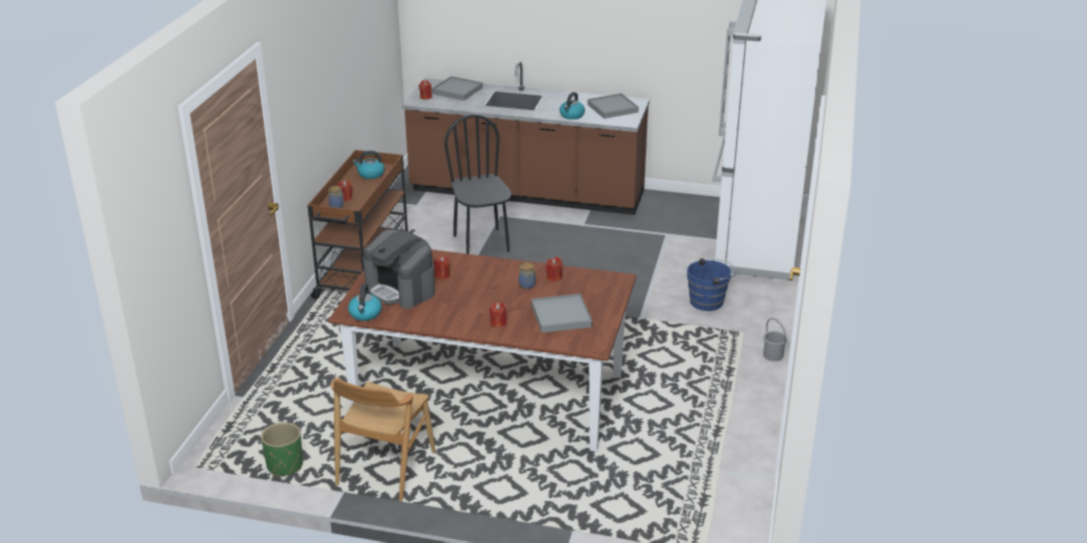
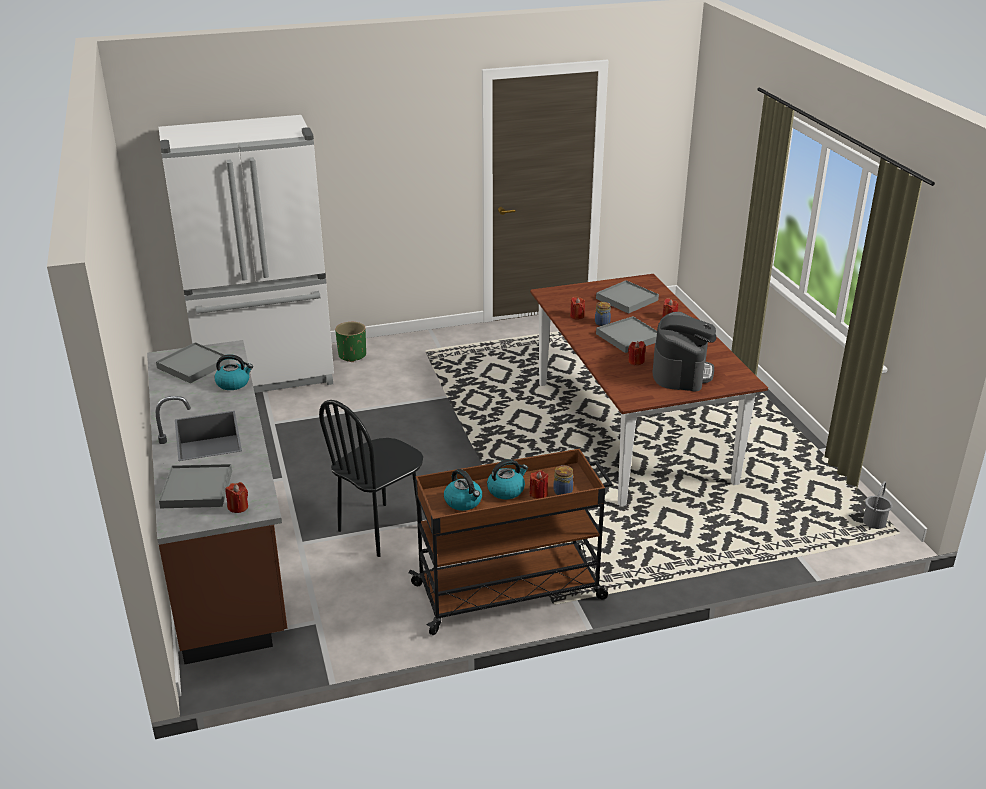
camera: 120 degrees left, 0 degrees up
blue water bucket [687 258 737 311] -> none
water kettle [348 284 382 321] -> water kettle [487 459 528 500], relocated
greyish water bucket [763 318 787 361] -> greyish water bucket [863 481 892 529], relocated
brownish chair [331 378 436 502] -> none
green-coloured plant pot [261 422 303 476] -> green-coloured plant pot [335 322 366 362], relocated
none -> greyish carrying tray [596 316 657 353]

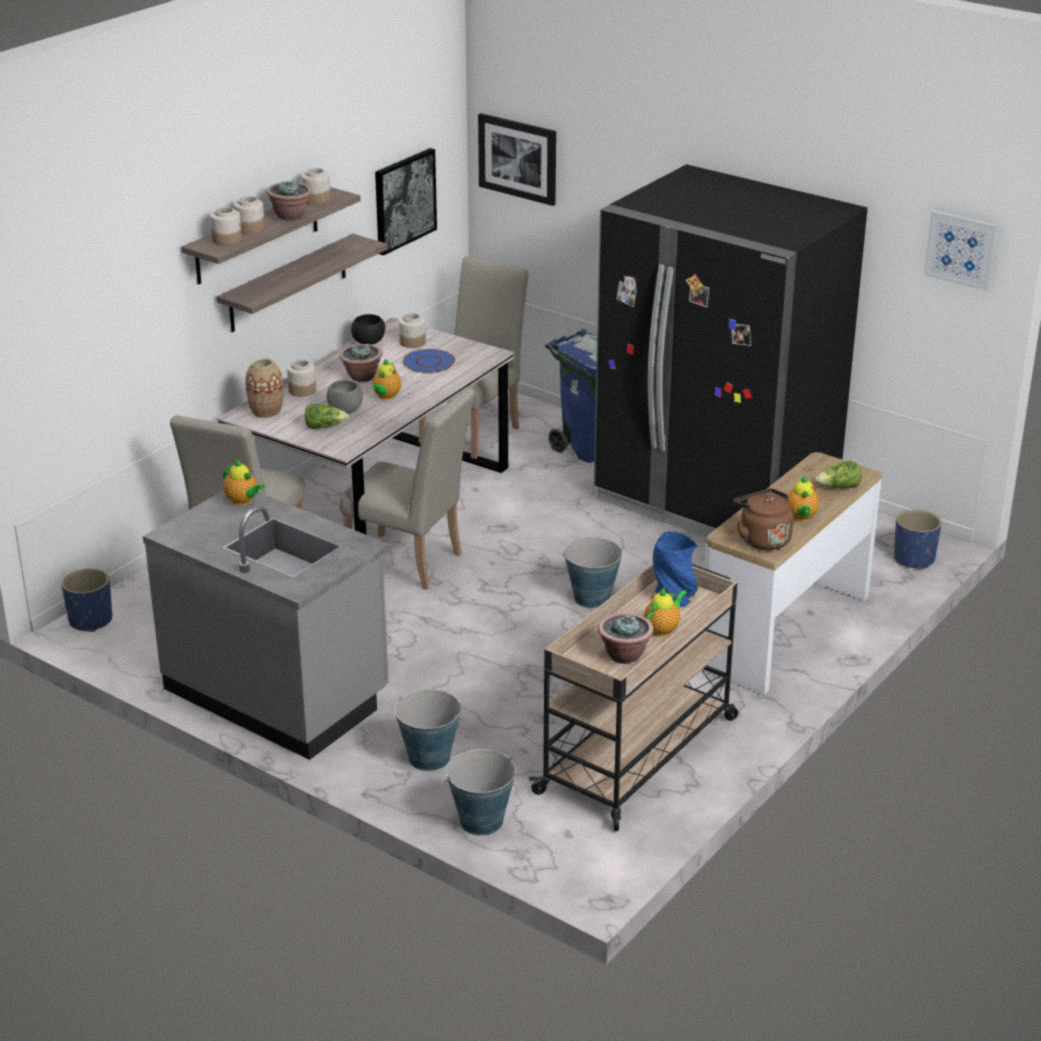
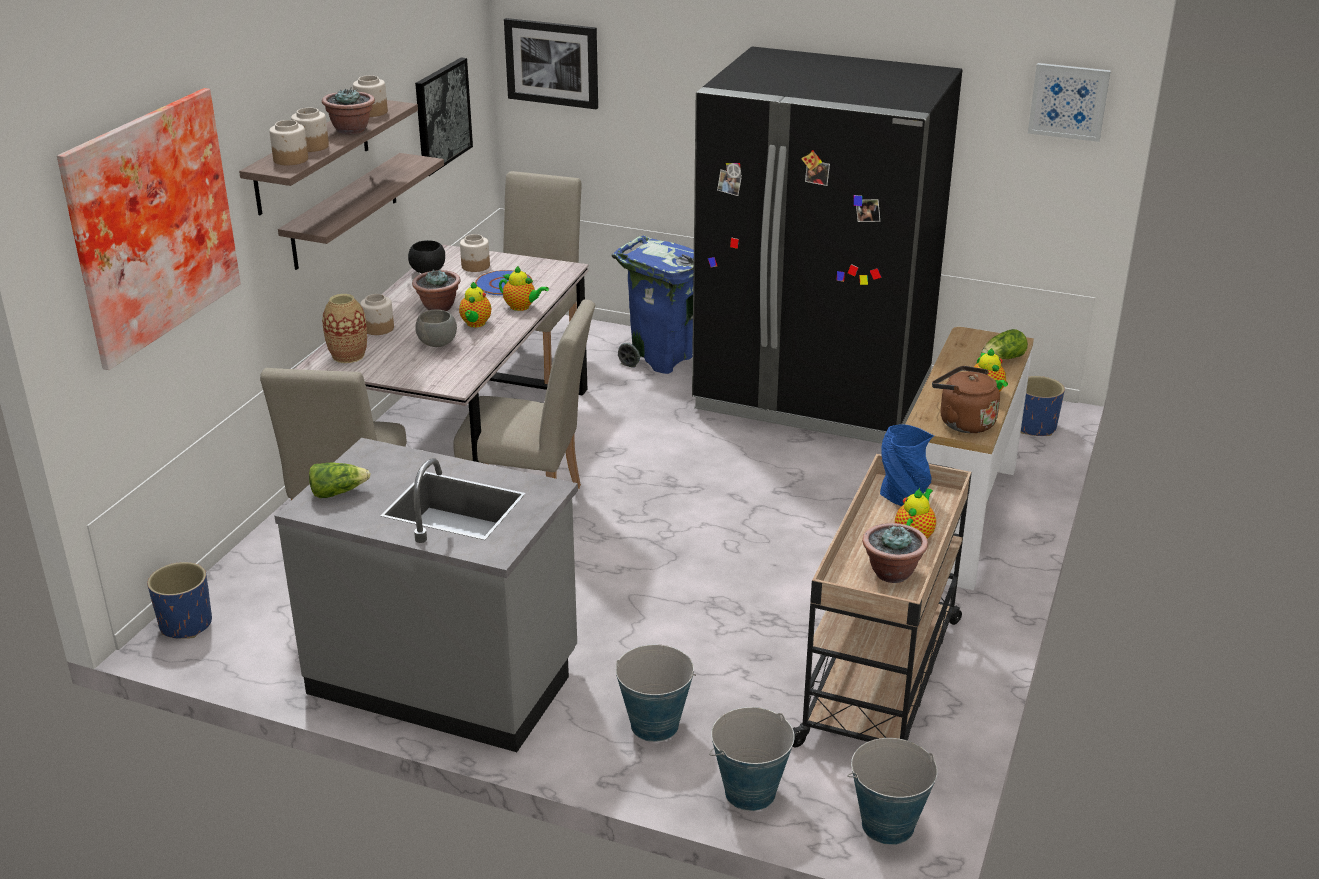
camera: 15 degrees left, 0 degrees up
lettuce [305 404 349 429] -> lettuce [309 462 371 498], relocated
teapot [223 459 265 505] -> teapot [499 266 549 311], relocated
water bucket [563 537 623 608] -> water bucket [847 738 938 845], relocated
none -> wall picture [57 88 241 370]

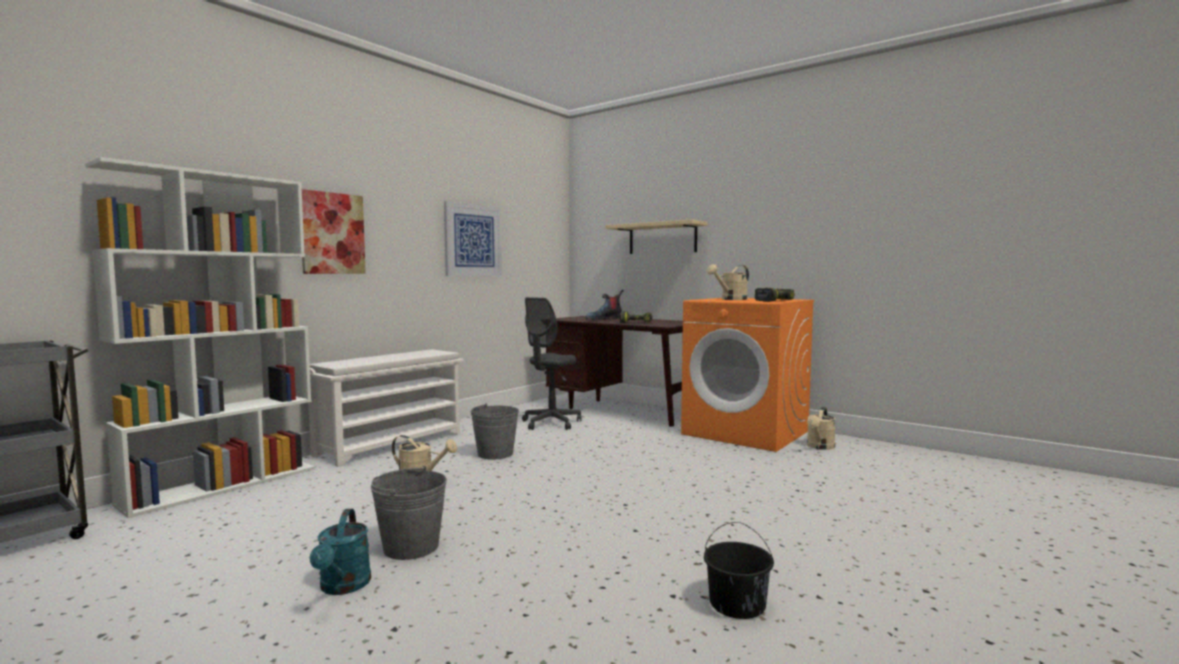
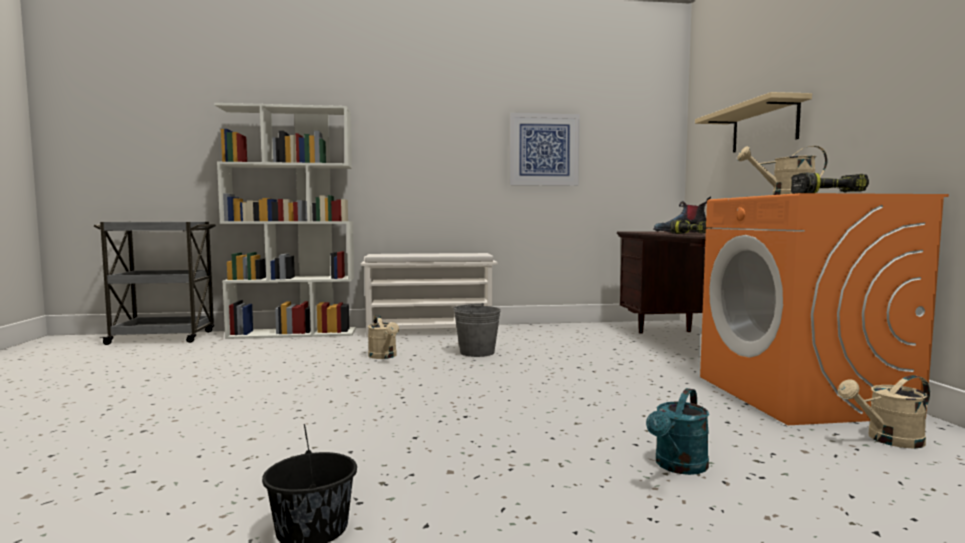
camera: 45 degrees right, 0 degrees up
wall picture [302 189 366 274] -> none
greyish office chair [522 297 582 430] -> none
greyish water bucket [371 466 447 560] -> none
turquoise-coloured sprinkling can [310 509 371 595] -> turquoise-coloured sprinkling can [646 388 709 475], relocated

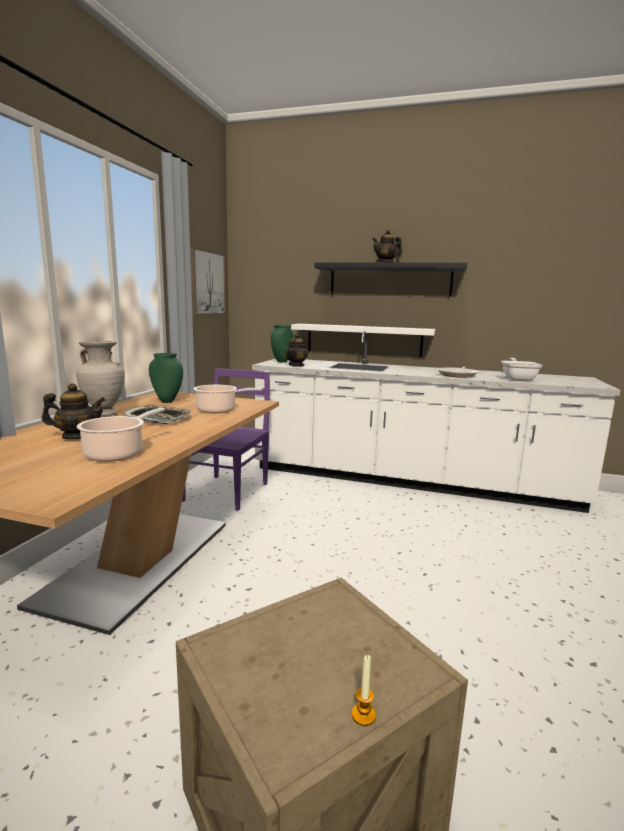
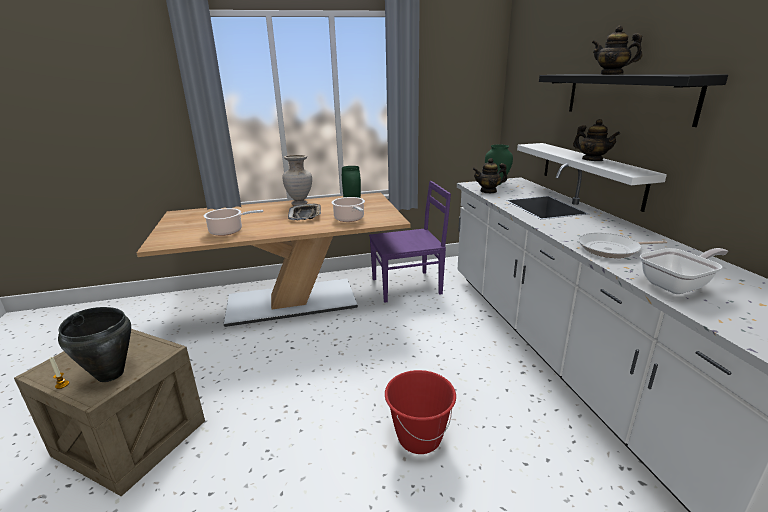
camera: 60 degrees right, 10 degrees up
wall picture [190 247 226 315] -> none
teapot [42 383 106 440] -> teapot [573 119 620 161], relocated
none -> blackish stockpot [58 307 131 382]
none -> red water bucket [385 370 456 454]

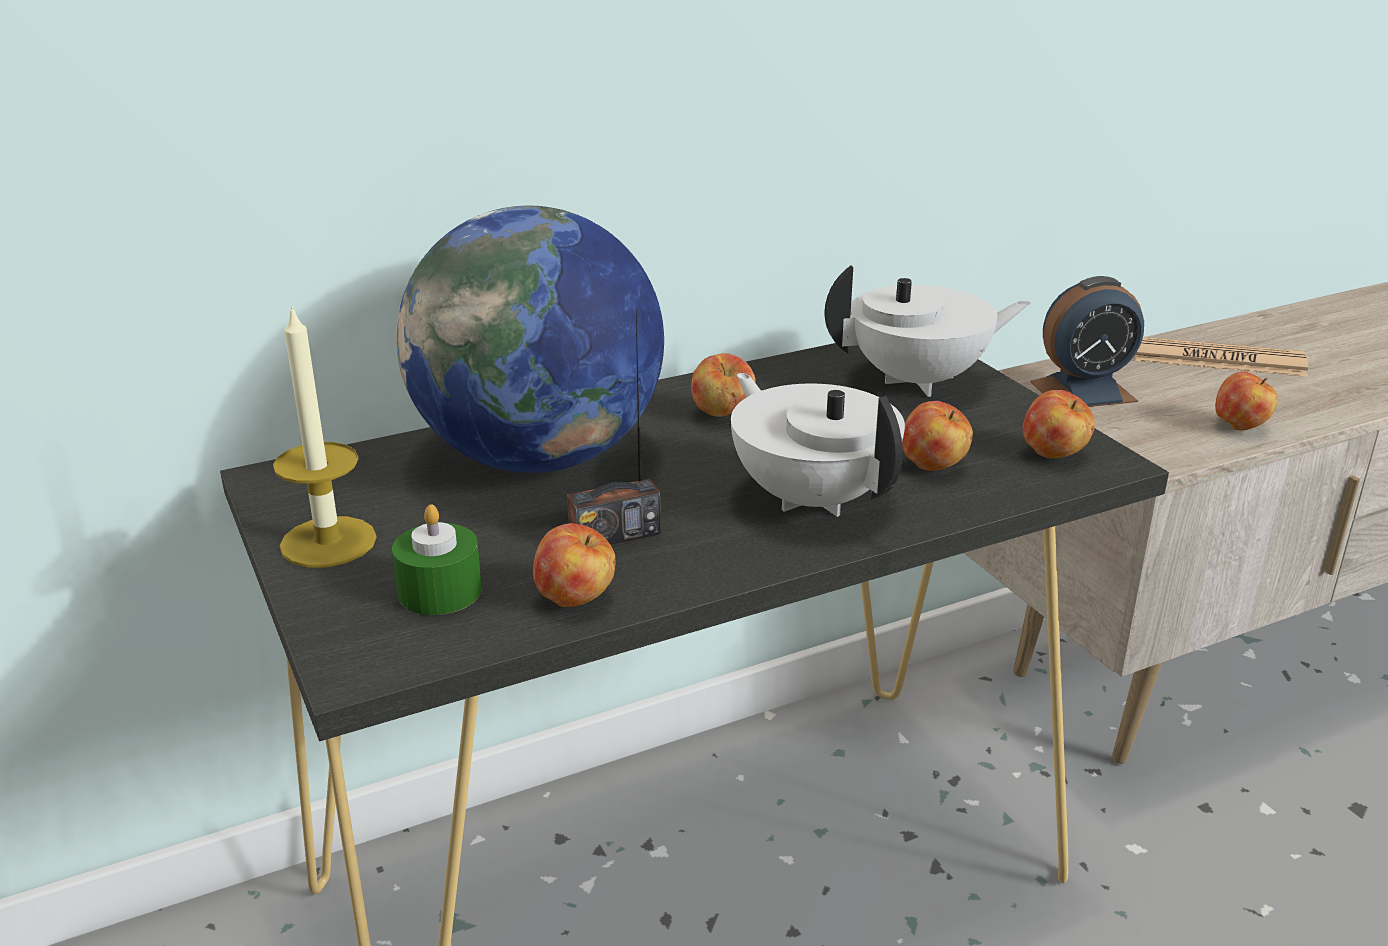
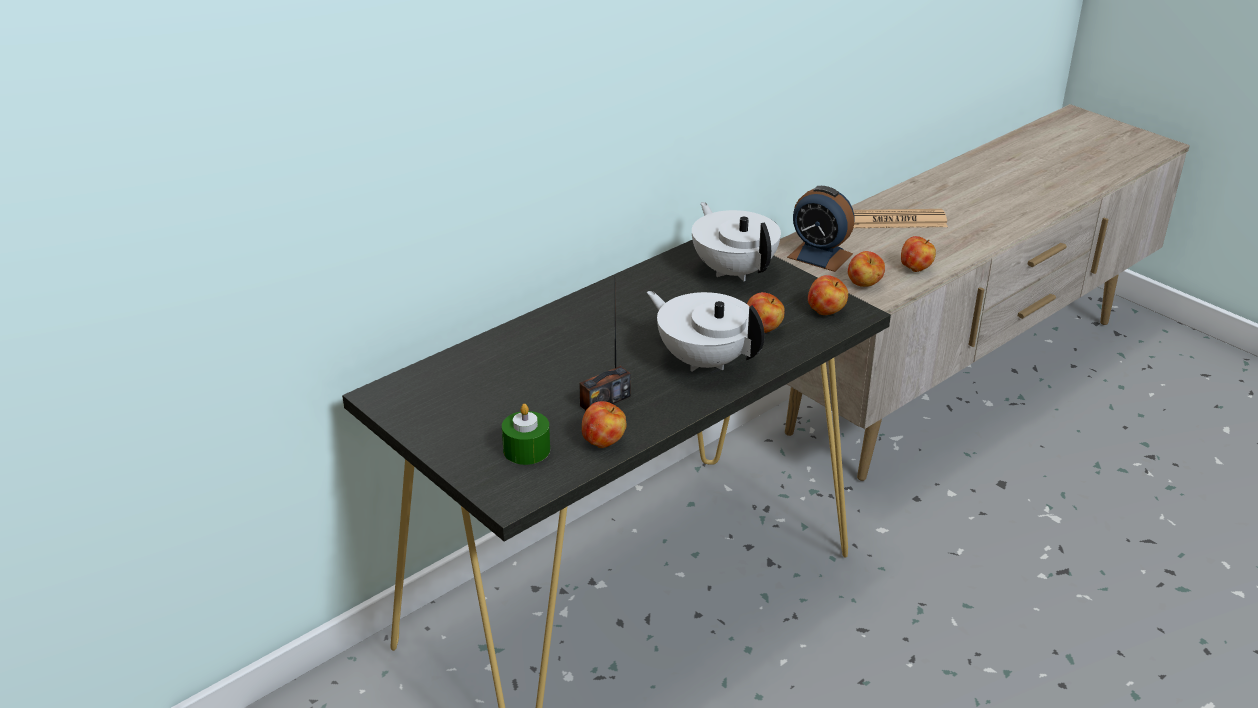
camera: 15 degrees left, 5 degrees up
world globe [396 206 664 473] -> none
white-coloured teapot [825 266 1030 397] -> white-coloured teapot [692 202 781 281], 90 degrees counterclockwise
bedside clock [1030 276 1144 407] -> bedside clock [787 186 855 272], 60 degrees clockwise
candle [273 304 377 568] -> none
apple [691 353 756 417] -> apple [848 251 885 287], relocated

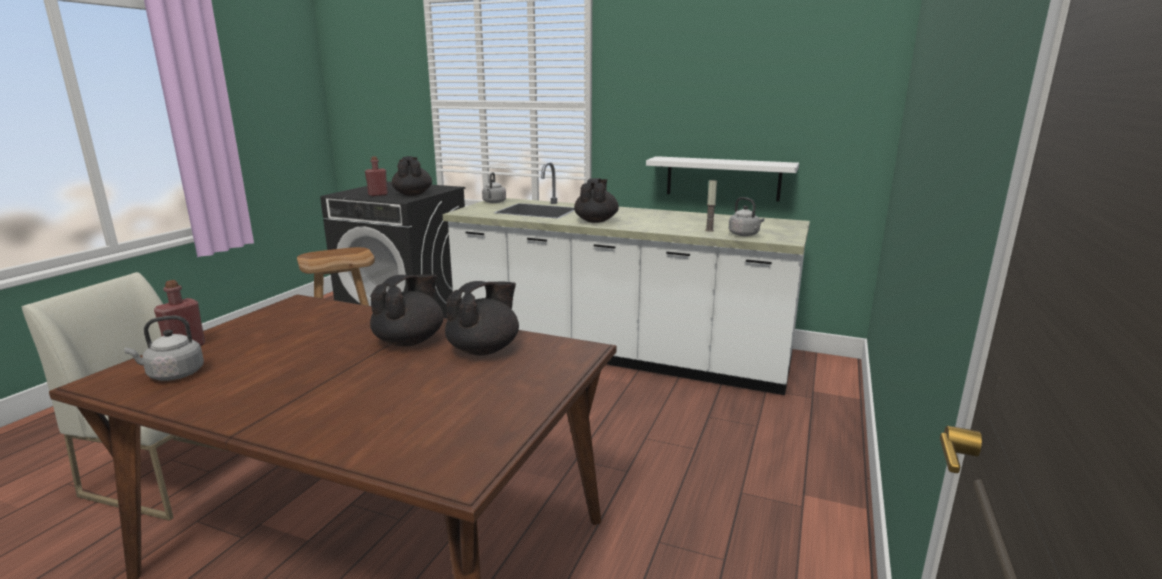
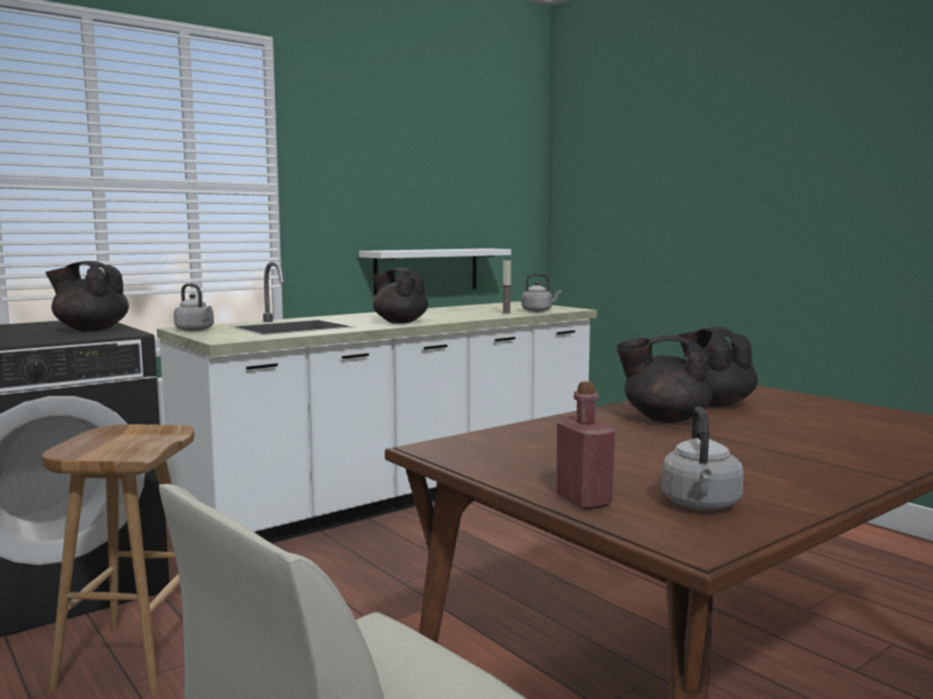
camera: 60 degrees left, 10 degrees down
red bottle [365 156 388 196] -> none
blackish teapot [370 274 443 346] -> blackish teapot [616 335 713 423], 45 degrees counterclockwise

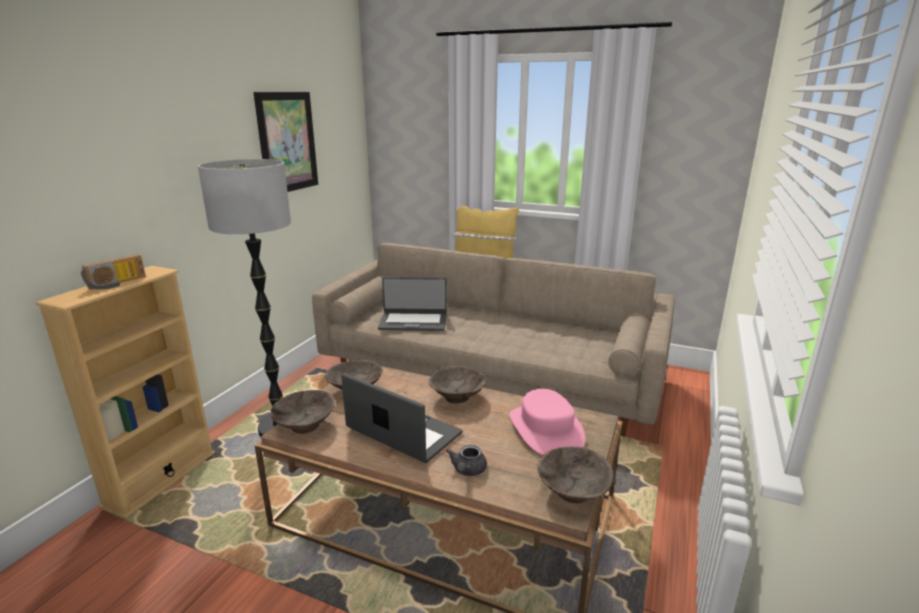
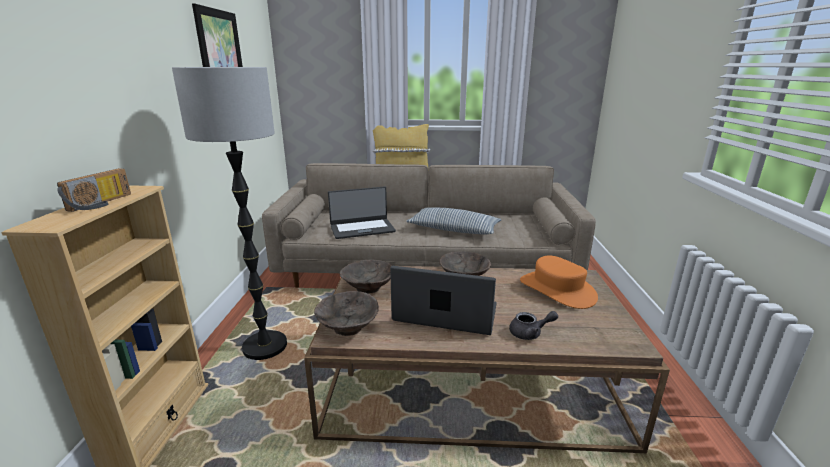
camera: 20 degrees left, 0 degrees up
pink-coloured wearable hat [510 389 585 455] -> orange-coloured wearable hat [520 255 598 309]
greyish teapot [446 445 487 476] -> greyish teapot [509 311 558 340], 90 degrees counterclockwise
brownish deep dish [537 447 613 504] -> none
none -> pillow [406 208 502 235]

